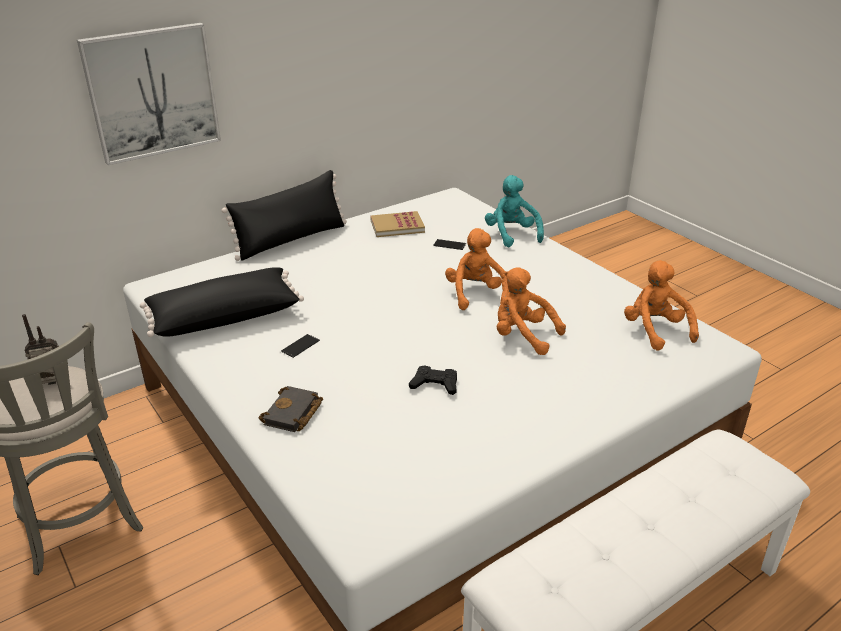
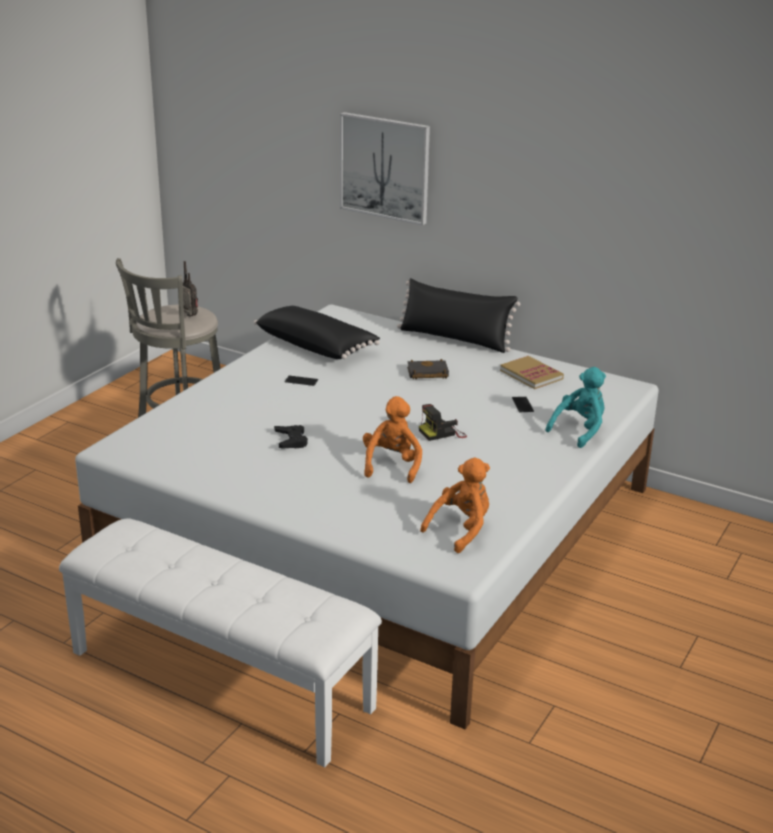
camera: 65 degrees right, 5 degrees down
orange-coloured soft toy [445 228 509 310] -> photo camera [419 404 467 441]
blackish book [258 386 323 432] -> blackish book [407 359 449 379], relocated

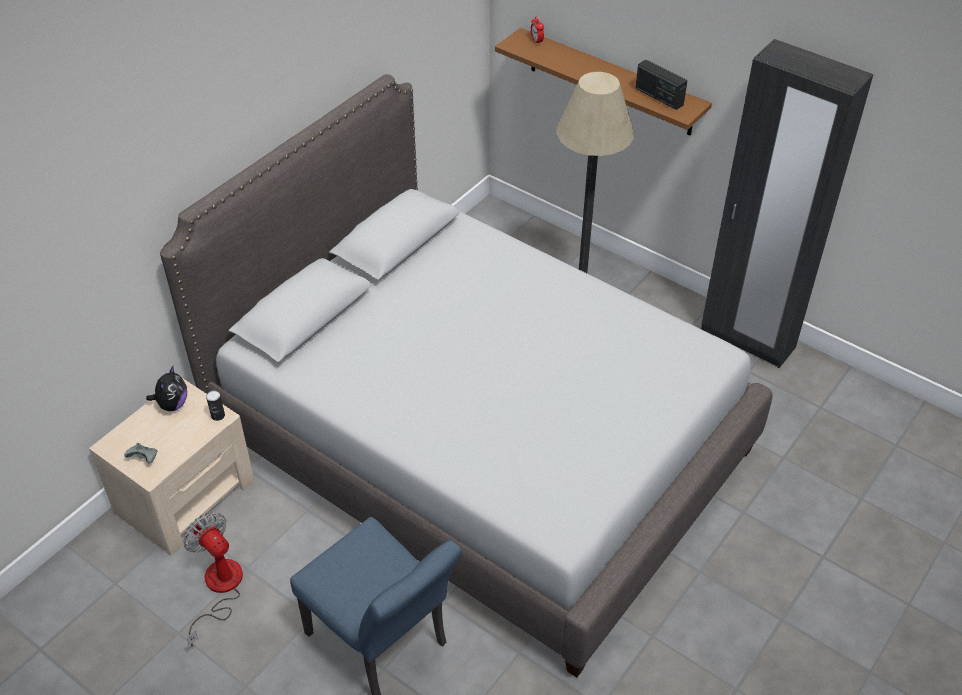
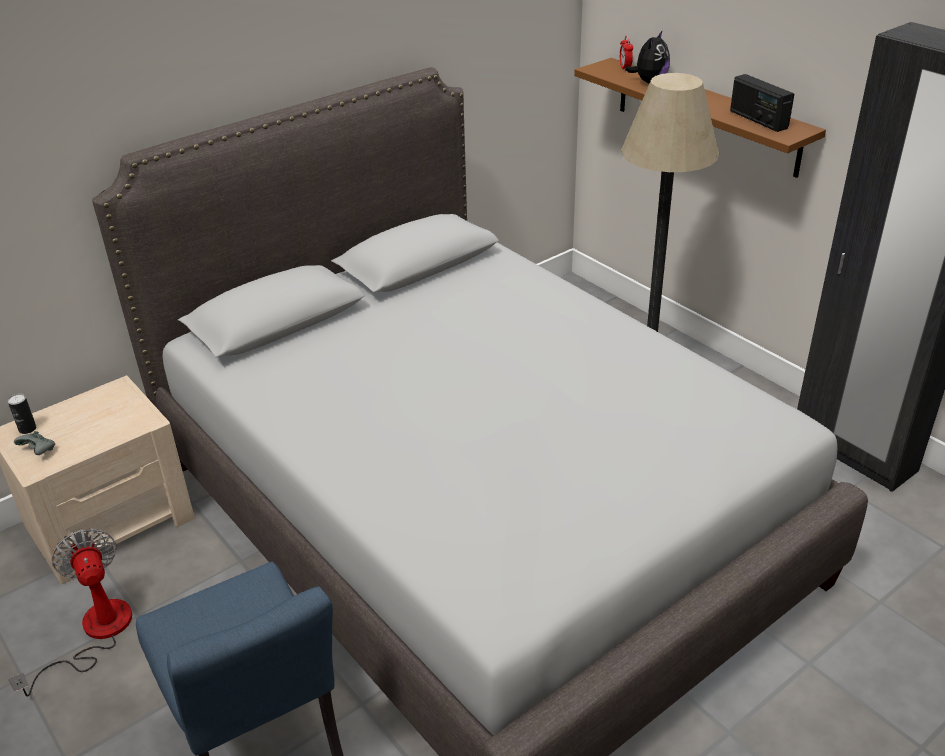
camera: 15 degrees right, 10 degrees down
soft toy [146 366 187 411] -> soft toy [625 31 670 83], relocated
metal can [206 390 225 421] -> metal can [8 394 36 434], relocated

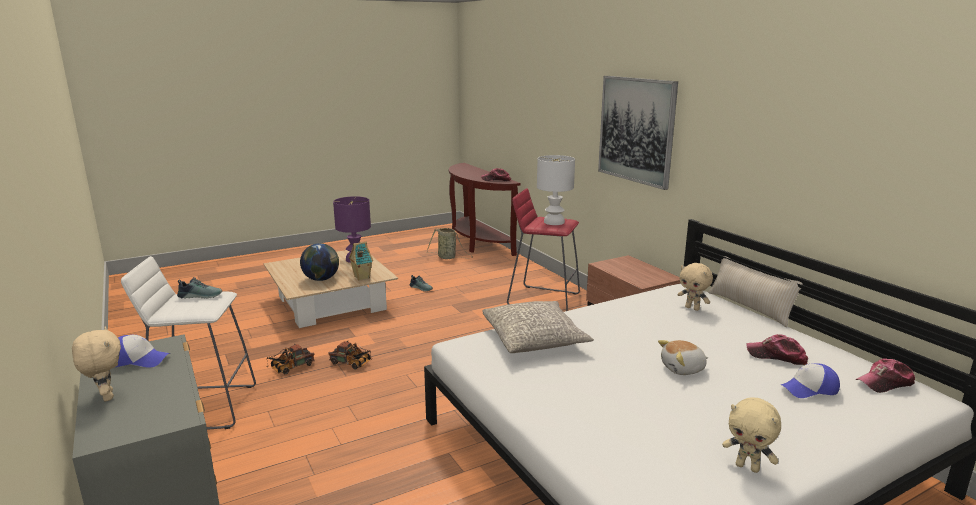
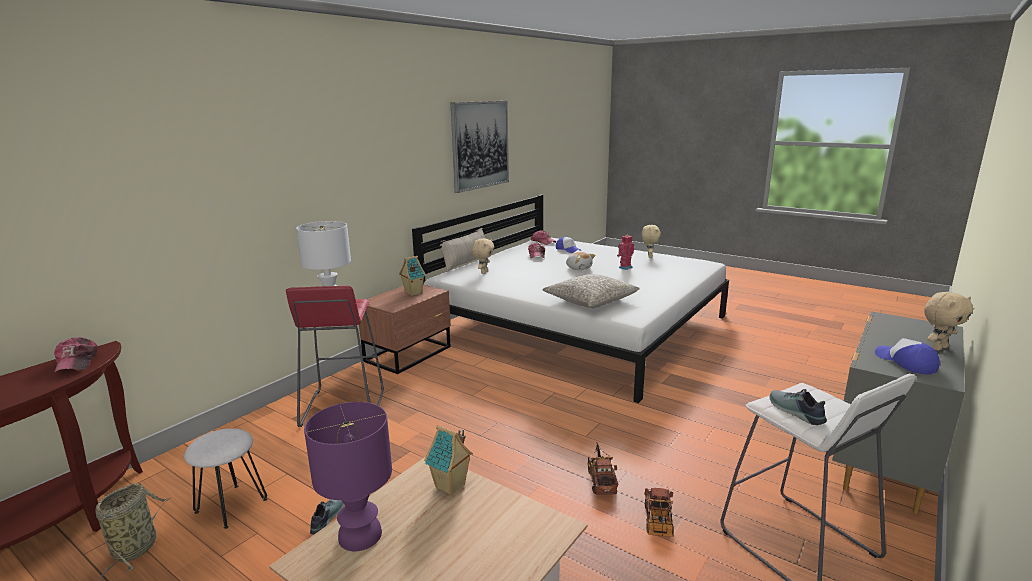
camera: 115 degrees left, 0 degrees up
wall picture [598 76 678 190] -> wall picture [451 101 509 193], relocated
world globe [300 243 339 281] -> none
beige soft toy [72 327 121 401] -> beige soft toy [924 292 973 350], 150 degrees counterclockwise
model truck [266 344 314 374] -> model truck [644 488 674 537], 75 degrees clockwise
none -> model robot [617 235 634 270]
none -> model house [399 256 426 296]
none -> white-coloured sitting stool [184 428 267 529]

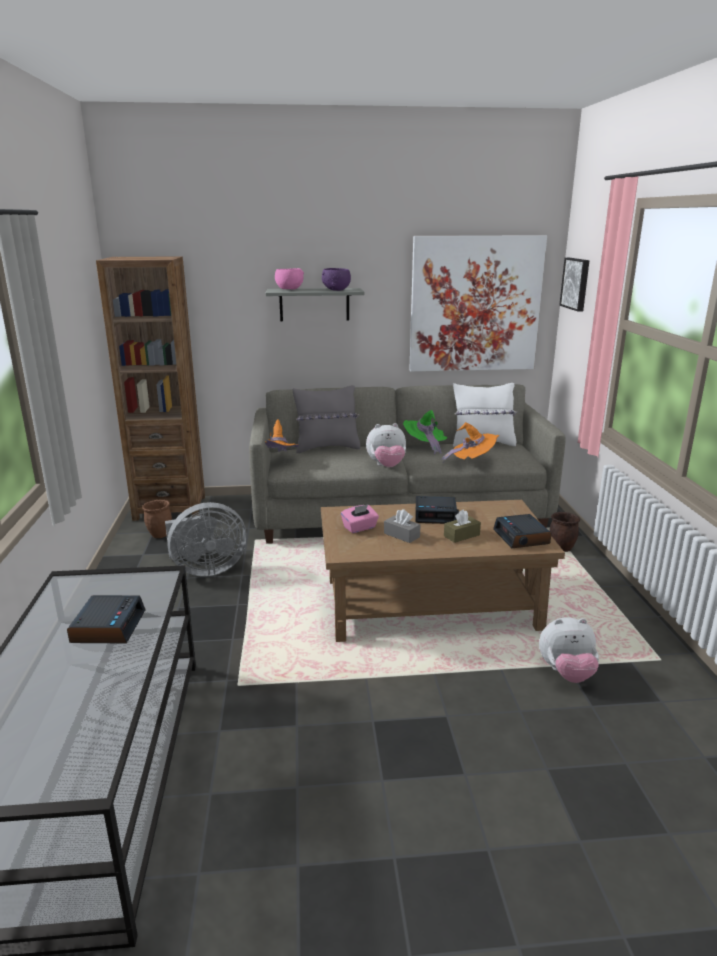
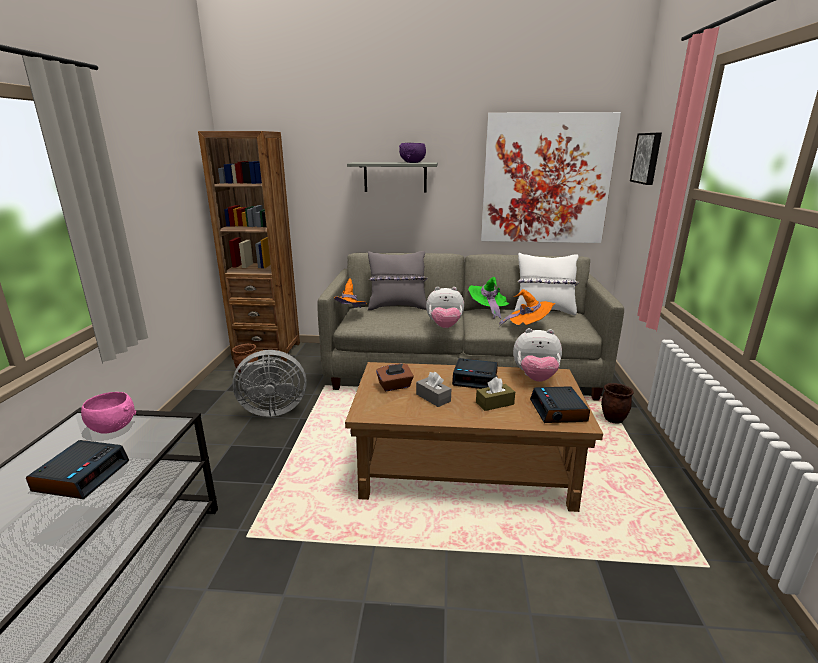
camera: 10 degrees right, 0 degrees up
pink-coloured deep dish [275 268 304 290] -> pink-coloured deep dish [81 392 136 434], relocated
pink-coloured box of tissues [341 504 379 533] -> brownish box of tissues [376 364 414 391]
soft toy [539 617 599 683] -> soft toy [513 328 562 382], relocated

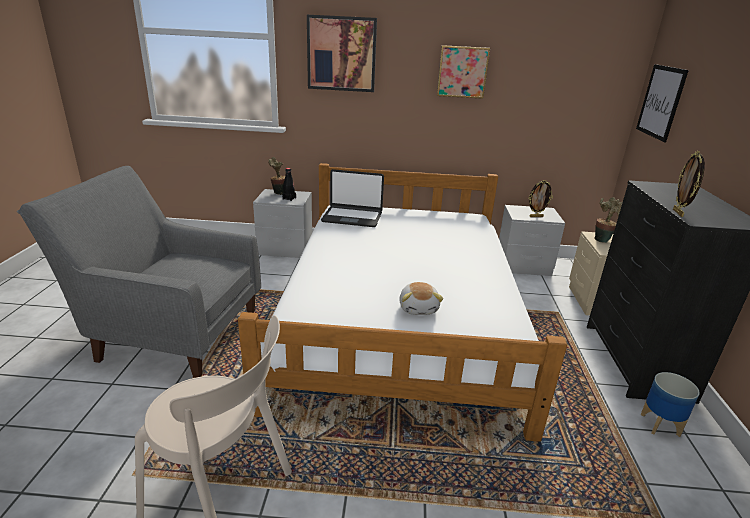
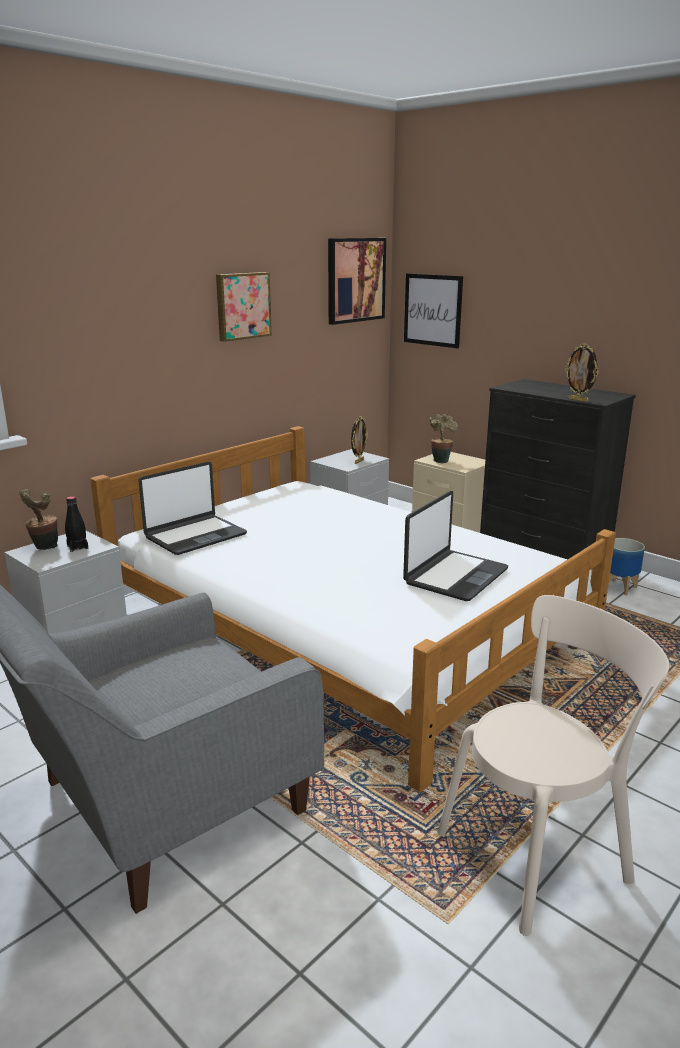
camera: 50 degrees left, 5 degrees down
wall picture [307 15 377 92] -> wall picture [328 238 386 325], relocated
soft toy [399 282 443 315] -> portable computer [403 491 508 601]

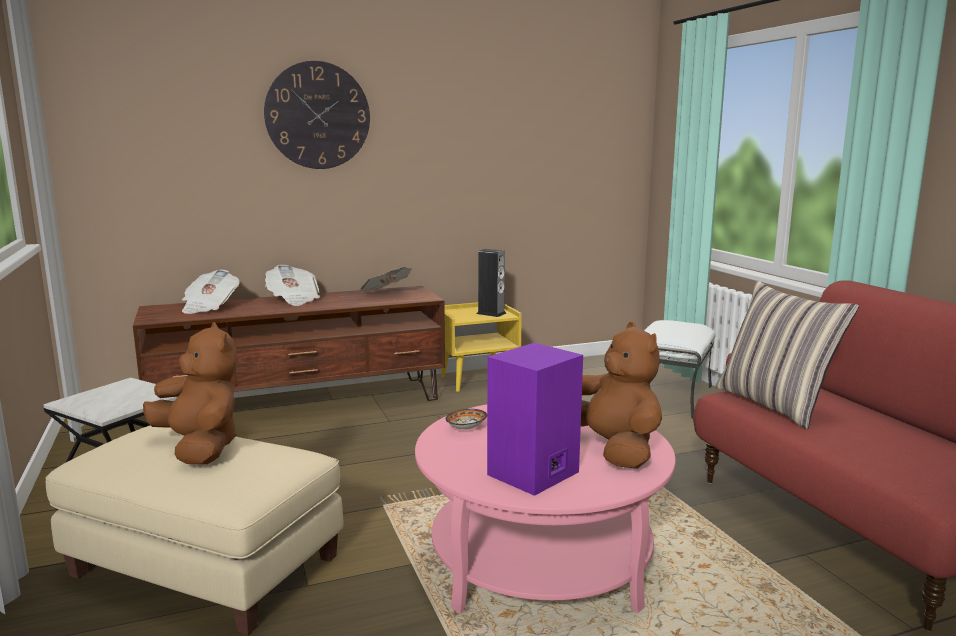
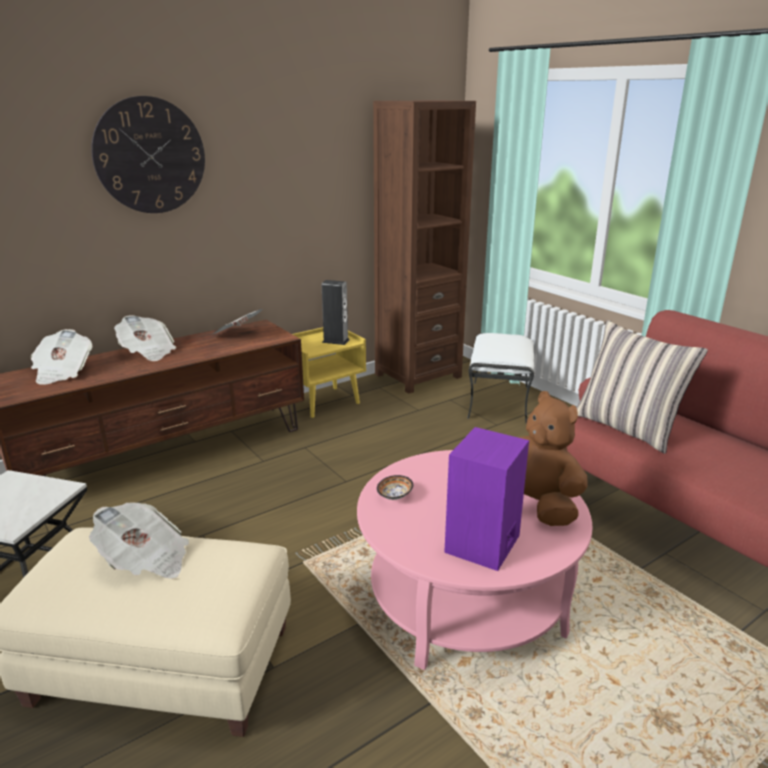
camera: 15 degrees left, 10 degrees up
brownish soft toy [143 322 237 464] -> daily paper [89 503 189 579]
none -> brownish shelving unit [373 100 476 393]

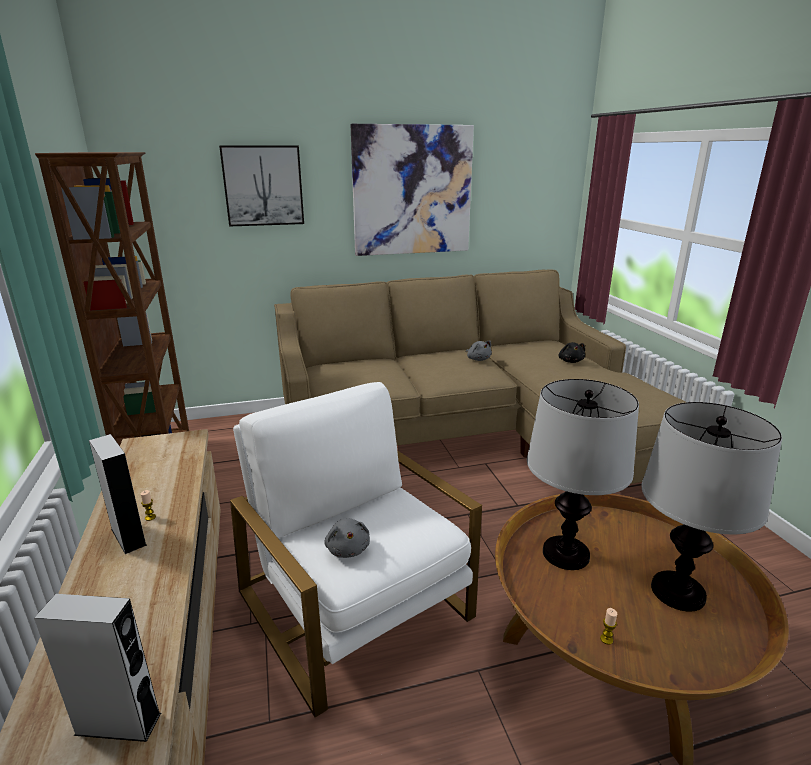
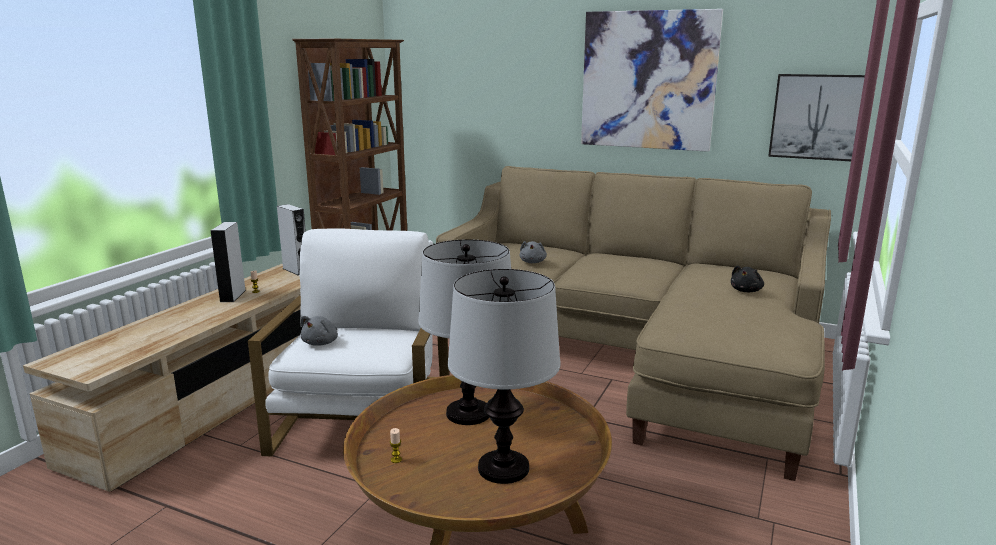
camera: 40 degrees right, 5 degrees down
wall picture [219 145 304 227] -> wall picture [768 74 865 161], relocated
greyish soft toy [466 341 492 361] -> greyish soft toy [520 241 547 263], relocated
greyish speaker [34 594 161 742] -> greyish speaker [277 204 306 276], relocated

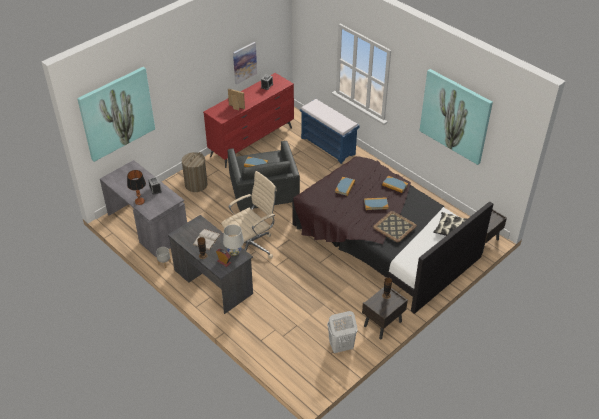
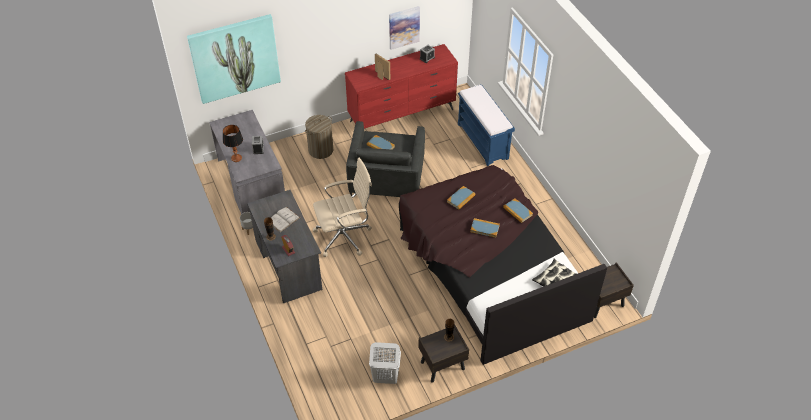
camera: 20 degrees right, 5 degrees up
wall picture [420 69 493 165] -> none
carrying tray [373 211 417 242] -> none
white-coloured table lamp [223 224 244 256] -> none

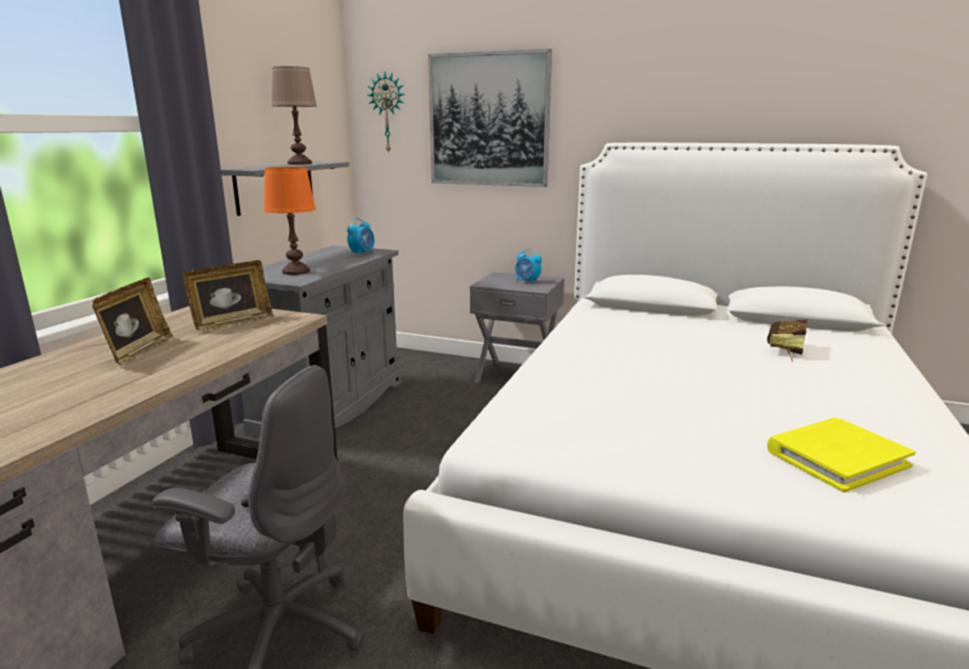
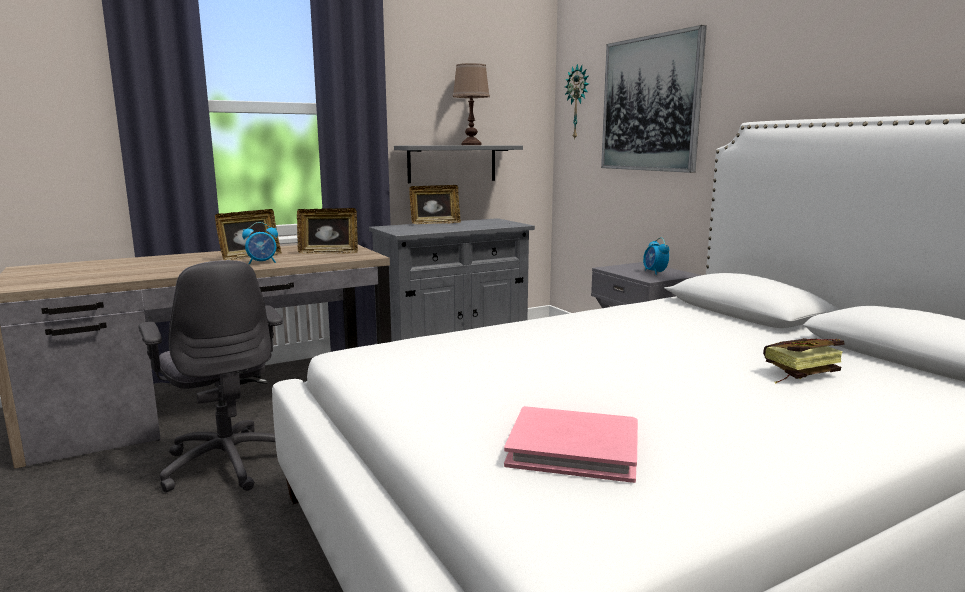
camera: 40 degrees right, 5 degrees down
orange-coloured table lamp [264 167 316 275] -> none
bedside clock [347 218 375 256] -> bedside clock [242 222 278 265], relocated
yellowish book [767 418 916 493] -> pink-coloured book [504 406 638 483]
none -> standing frame [409 185 461 224]

